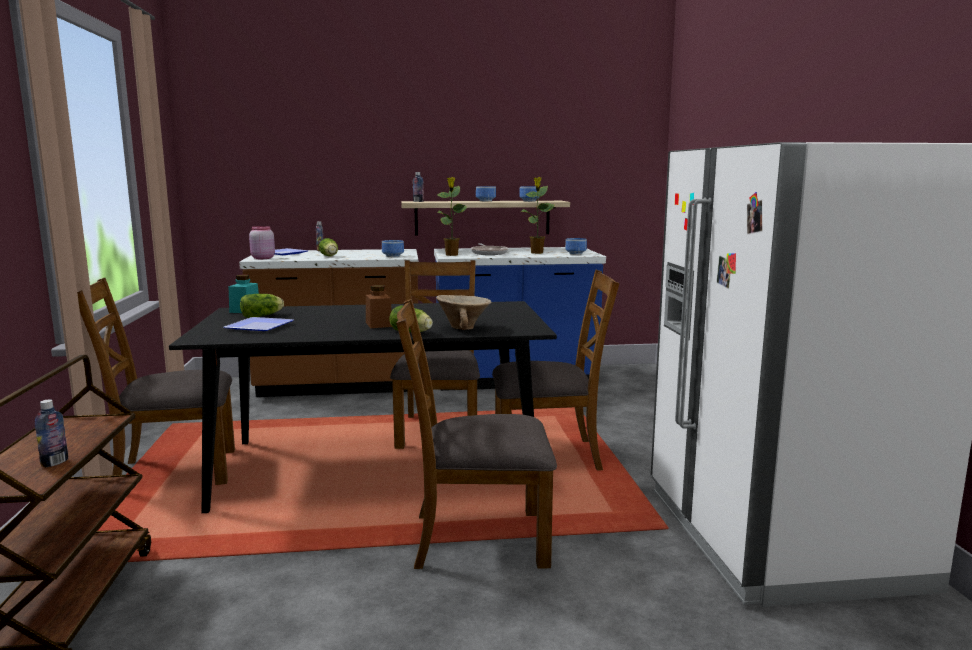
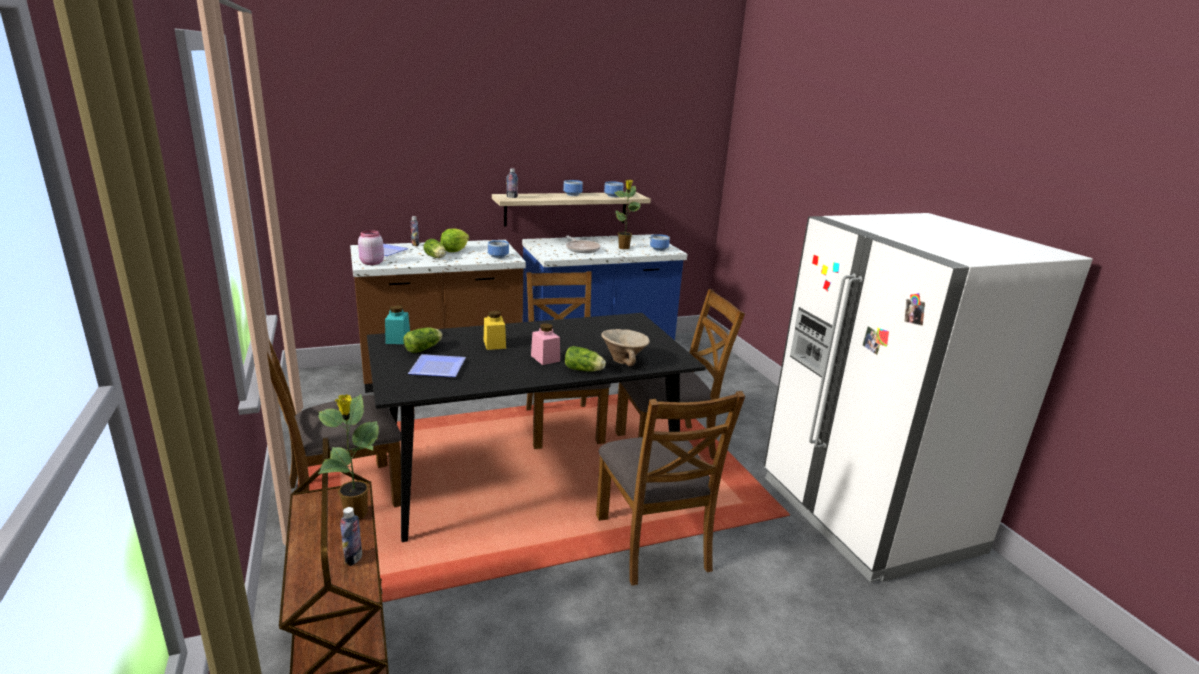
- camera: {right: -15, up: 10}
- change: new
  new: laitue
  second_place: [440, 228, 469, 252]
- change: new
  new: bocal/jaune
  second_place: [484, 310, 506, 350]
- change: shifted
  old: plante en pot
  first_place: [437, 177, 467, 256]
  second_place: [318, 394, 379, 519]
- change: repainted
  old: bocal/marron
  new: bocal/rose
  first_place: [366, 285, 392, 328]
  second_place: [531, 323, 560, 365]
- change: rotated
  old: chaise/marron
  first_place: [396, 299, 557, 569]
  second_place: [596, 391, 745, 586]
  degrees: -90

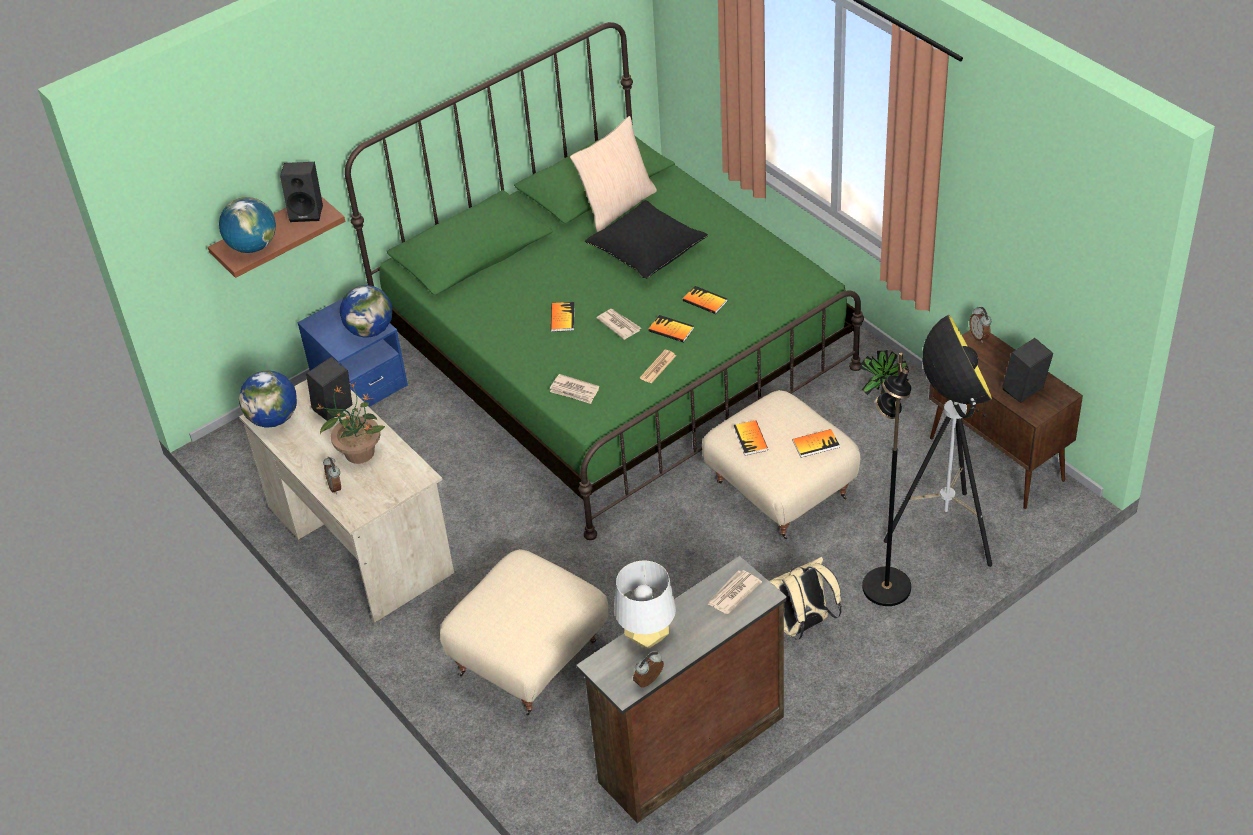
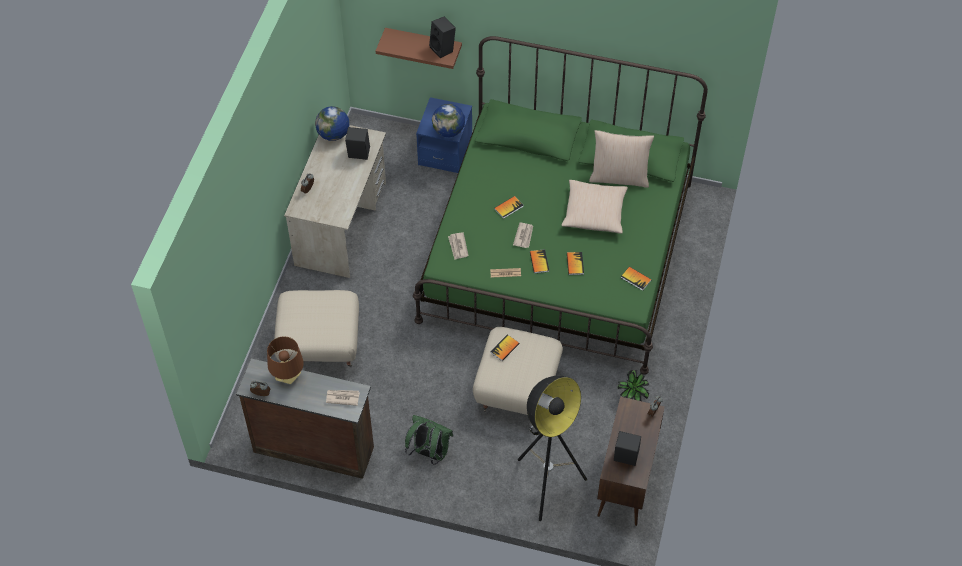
- camera: {right: 50, up: 10}
- change: gone
  old: globe
  first_place: [219, 197, 276, 253]
- change: gone
  old: plante en pot
  first_place: [315, 383, 385, 464]
- change: gone
  old: lampadaire/noir
  first_place: [862, 353, 911, 606]
- change: shifted
  old: livre
  first_place: [793, 429, 840, 458]
  second_place: [621, 267, 652, 291]
- change: repainted
  old: coussin/noir
  new: coussin/beige
  first_place: [585, 200, 708, 279]
  second_place: [562, 180, 628, 234]
- change: repainted
  old: lampe de table/gris
  new: lampe de table/marron
  first_place: [615, 560, 676, 649]
  second_place: [267, 336, 304, 384]
- change: repainted
  old: sac à dos/beige
  new: sac à dos/vert
  first_place: [770, 557, 842, 640]
  second_place: [405, 415, 453, 465]

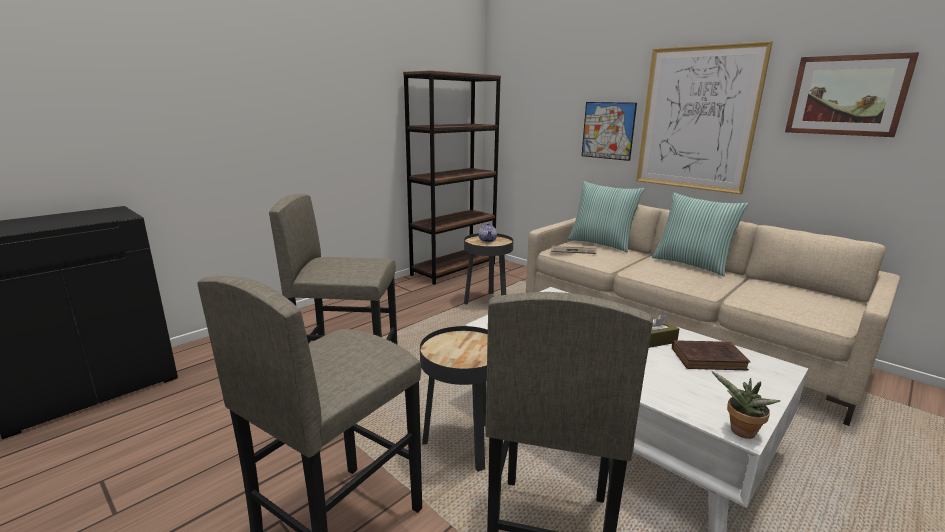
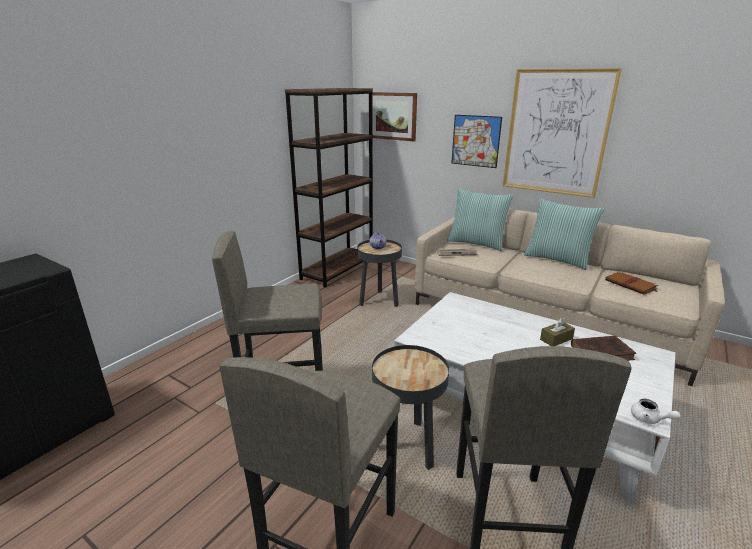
- camera: {right: -10, up: 5}
- change: new
  new: livre/marron
  second_place: [605, 271, 659, 295]
- change: shifted
  old: tableau
  first_place: [785, 52, 919, 137]
  second_place: [373, 92, 417, 141]
- change: swapped
  old: plante en pot
  new: théière/blanc
  first_place: [712, 371, 780, 439]
  second_place: [631, 398, 681, 424]

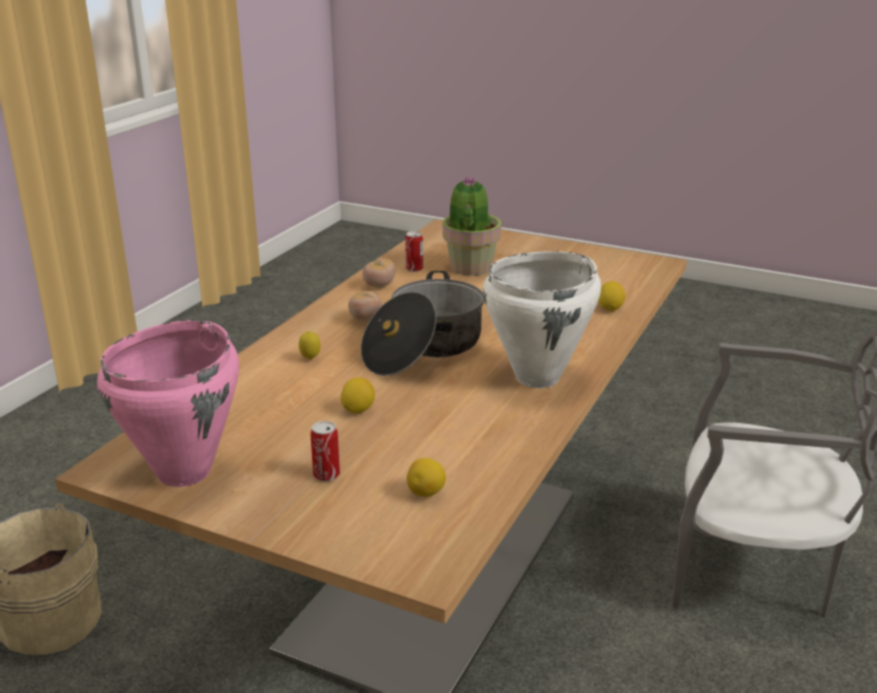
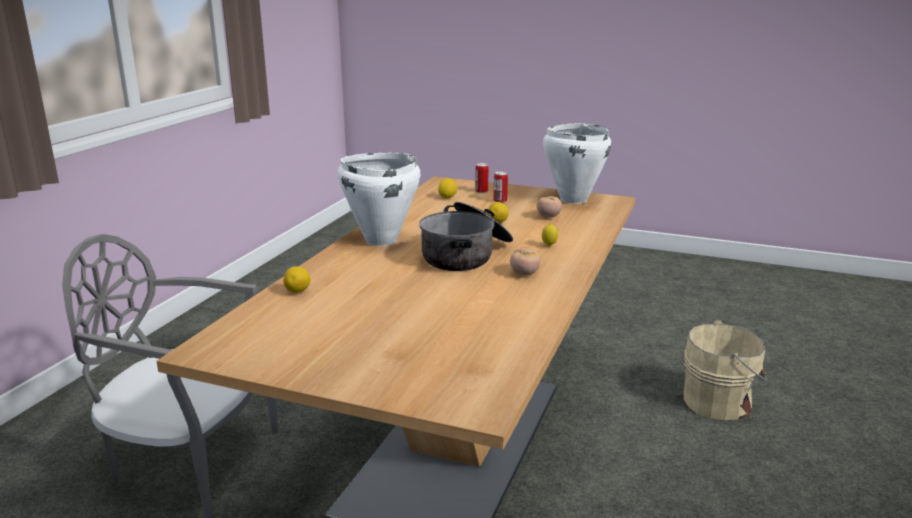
- camera: {right: 175, up: -5}
- change: gone
  old: plante en pot
  first_place: [442, 176, 502, 276]
- change: shifted
  old: tomate
  first_place: [362, 258, 395, 287]
  second_place: [537, 196, 562, 218]
- change: shifted
  old: boîte métallique
  first_place: [405, 231, 423, 272]
  second_place: [475, 163, 488, 193]
- change: repainted
  old: marmite/rose
  new: marmite/blanc
  first_place: [97, 320, 239, 487]
  second_place: [543, 123, 611, 204]

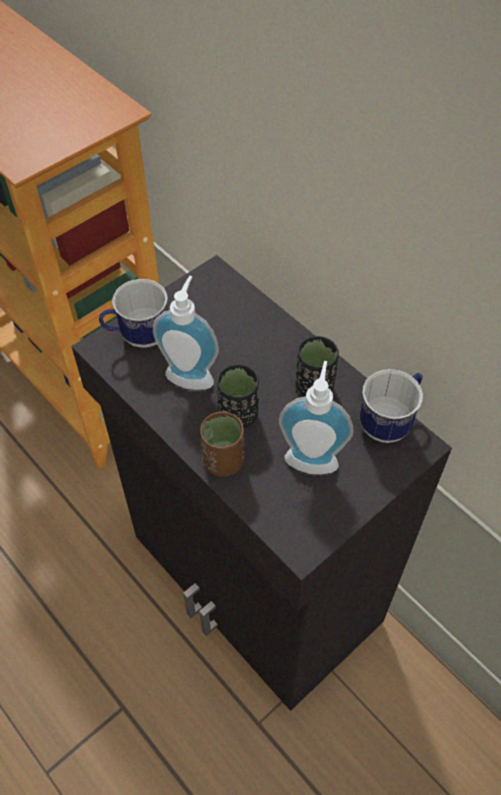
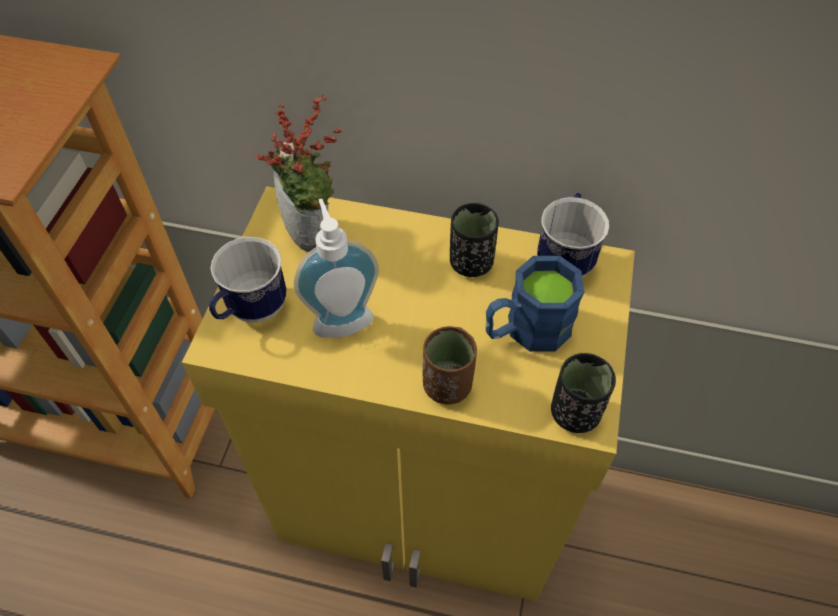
- camera: {right: -35, up: 0}
- change: new
  new: plante en pot
  second_place: [256, 94, 343, 252]
- change: shifted
  old: tasse/noir
  first_place: [217, 364, 259, 428]
  second_place: [551, 353, 616, 433]
- change: swapped
  old: distributeur de savon
  new: mug/bleu
  first_place: [279, 361, 354, 474]
  second_place: [486, 256, 585, 352]
- change: repainted
  old: meuble de rangement/noir
  new: meuble de rangement/jaune
  first_place: [71, 255, 452, 711]
  second_place: [182, 186, 635, 601]

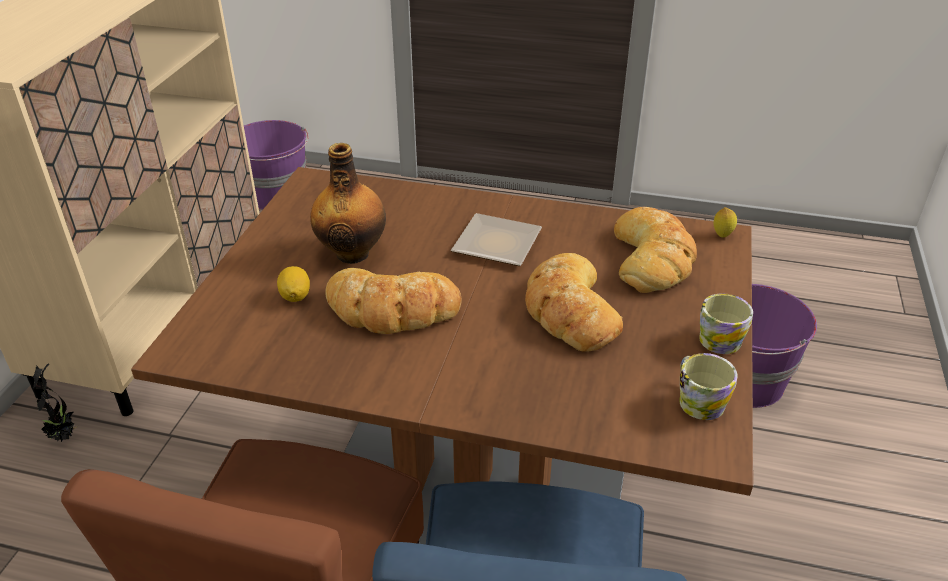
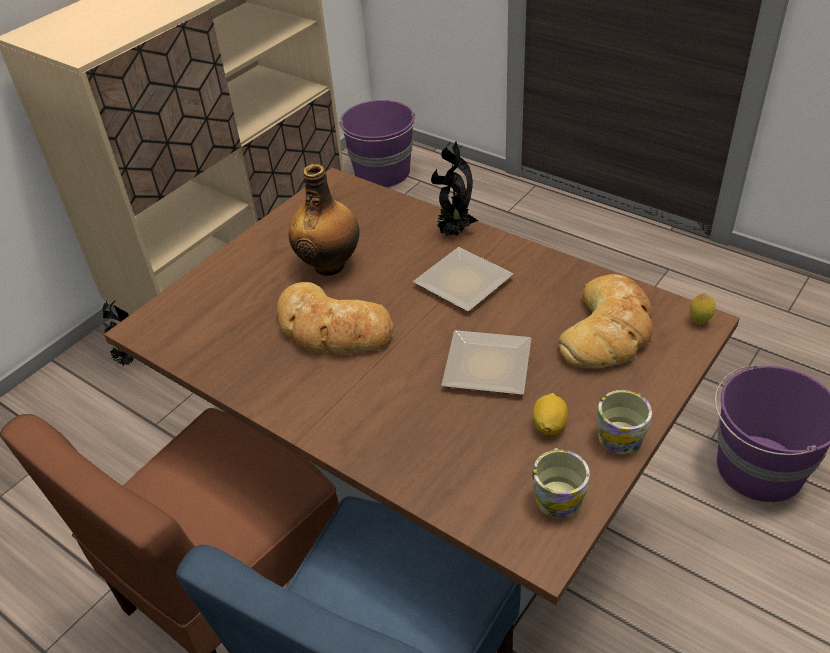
- camera: {right: 25, up: 5}
- change: new
  new: plante en pot
  second_place: [431, 140, 478, 236]
- change: shifted
  old: citron
  first_place: [277, 266, 310, 302]
  second_place: [533, 393, 568, 435]
- change: swapped
  old: pain
  new: assiette
  first_place: [525, 253, 623, 352]
  second_place: [442, 330, 531, 395]

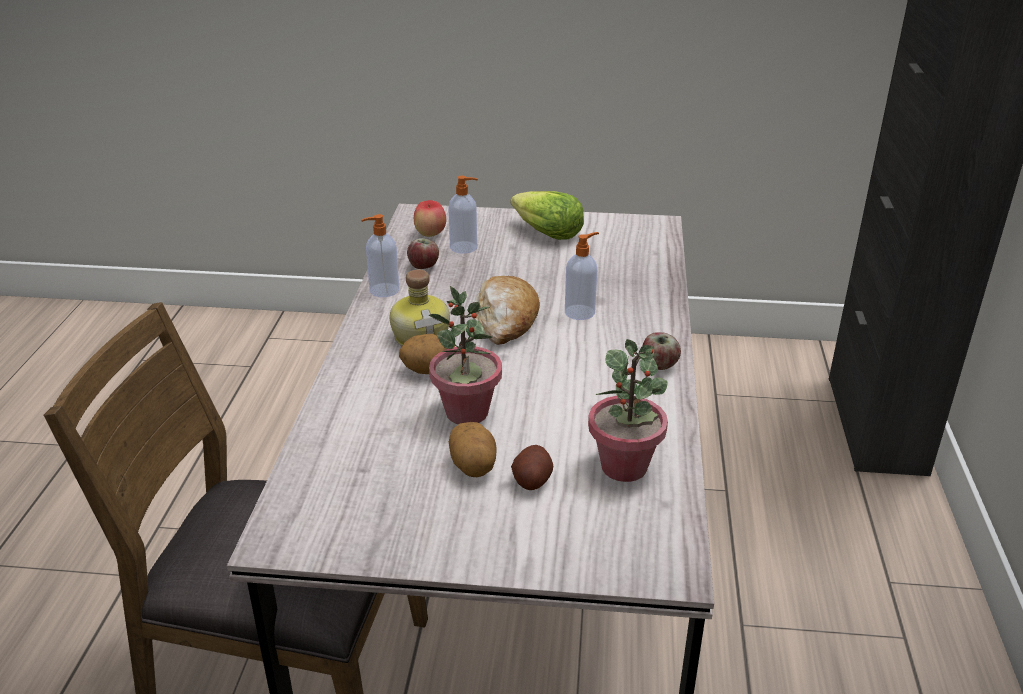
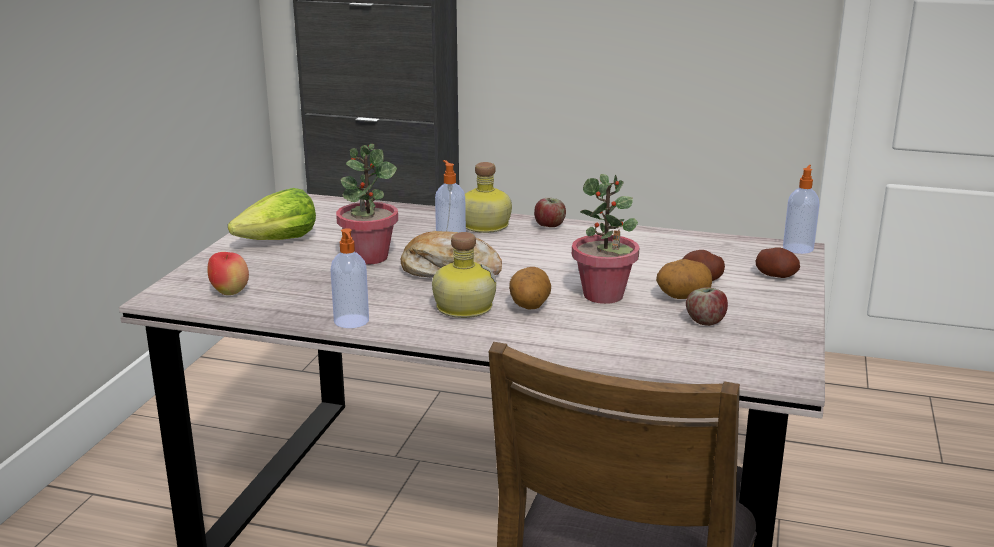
- camera: {right: -80, up: -10}
- change: new
  new: bouteille
  second_place: [465, 162, 512, 233]
- change: new
  new: pomme de terre
  second_place: [756, 247, 800, 278]
- change: shifted
  old: pomme
  first_place: [407, 238, 439, 269]
  second_place: [686, 287, 728, 326]
- change: shifted
  old: distributeur de savon
  first_place: [448, 176, 478, 254]
  second_place: [783, 165, 819, 254]
- change: shifted
  old: plante en pot
  first_place: [588, 339, 668, 482]
  second_place: [336, 144, 398, 265]

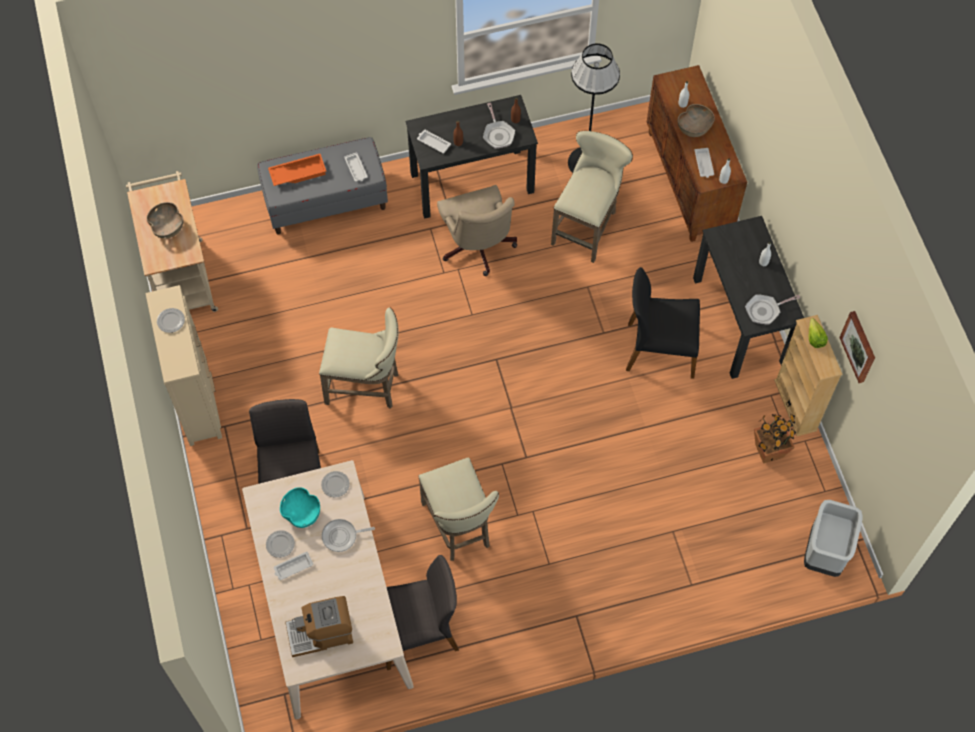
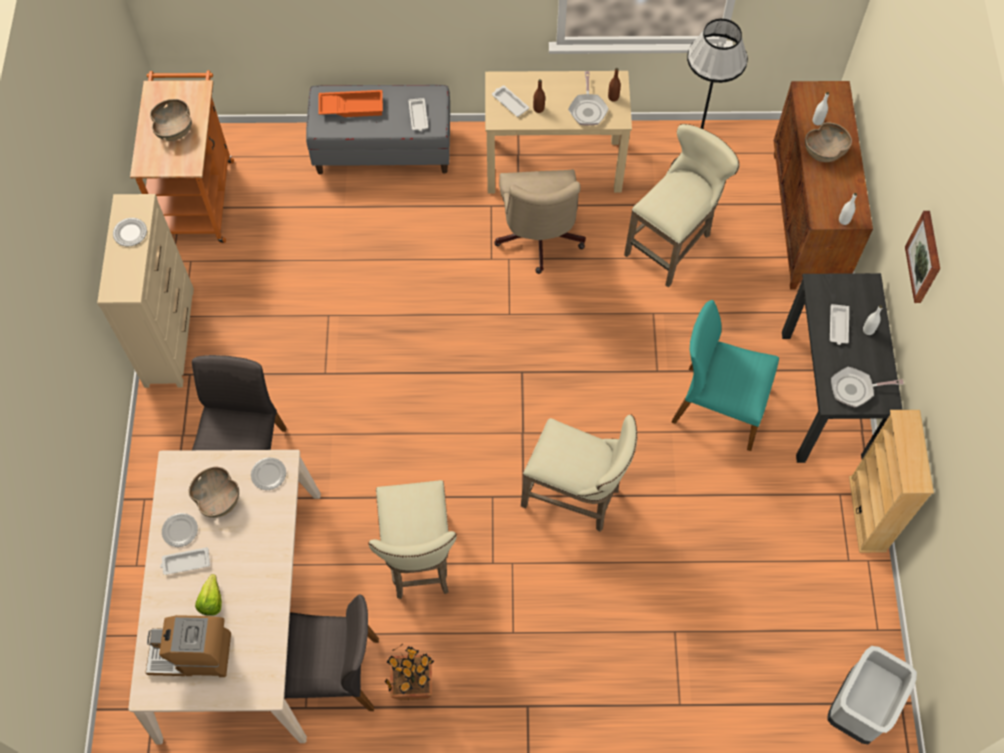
- camera: {right: 15, up: 0}
- change: gone
  old: poêle
  first_place: [322, 519, 375, 552]
- change: shifted
  old: tabouret/beige
  first_place: [319, 307, 399, 409]
  second_place: [521, 415, 637, 532]
- change: shifted
  old: plateau/blanc
  first_place: [694, 148, 714, 178]
  second_place: [830, 304, 849, 345]
- change: shifted
  old: plante en pot
  first_place: [754, 413, 796, 463]
  second_place: [385, 644, 434, 700]
- change: shifted
  old: laitue
  first_place: [809, 318, 828, 348]
  second_place: [195, 574, 222, 616]
- change: shifted
  old: tableau
  first_place: [839, 311, 875, 383]
  second_place: [905, 211, 940, 303]
- change: repainted
  old: chariot/beige
  new: chariot/orange
  first_place: [126, 171, 218, 312]
  second_place: [130, 71, 234, 243]
- change: repainted
  old: bol/turquoise
  new: bol/marron
  first_place: [280, 487, 320, 528]
  second_place: [189, 466, 239, 518]
- change: repainted
  old: bureau/noir
  new: bureau/beige
  first_place: [405, 95, 538, 219]
  second_place: [485, 71, 632, 193]
- change: repainted
  old: chaise/noir
  new: chaise/turquoise
  first_place: [626, 267, 700, 379]
  second_place: [671, 300, 779, 451]

